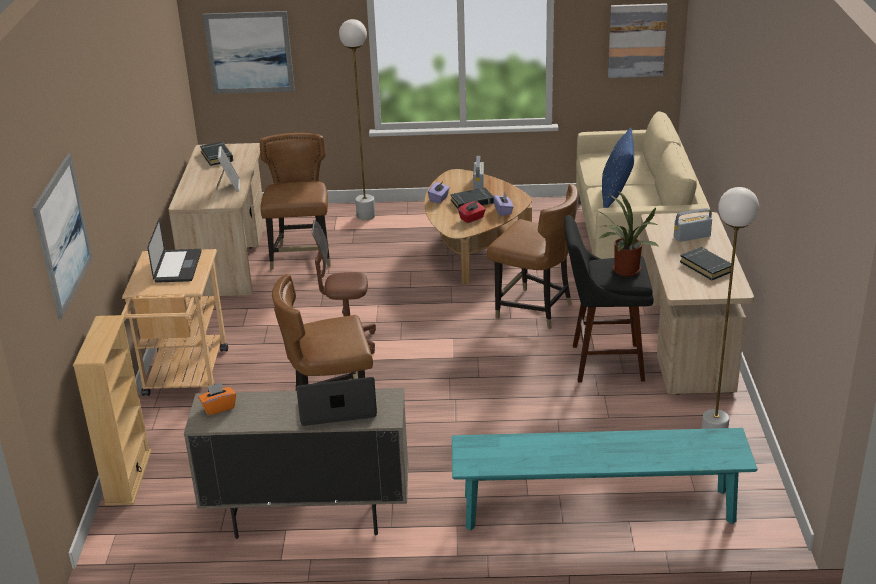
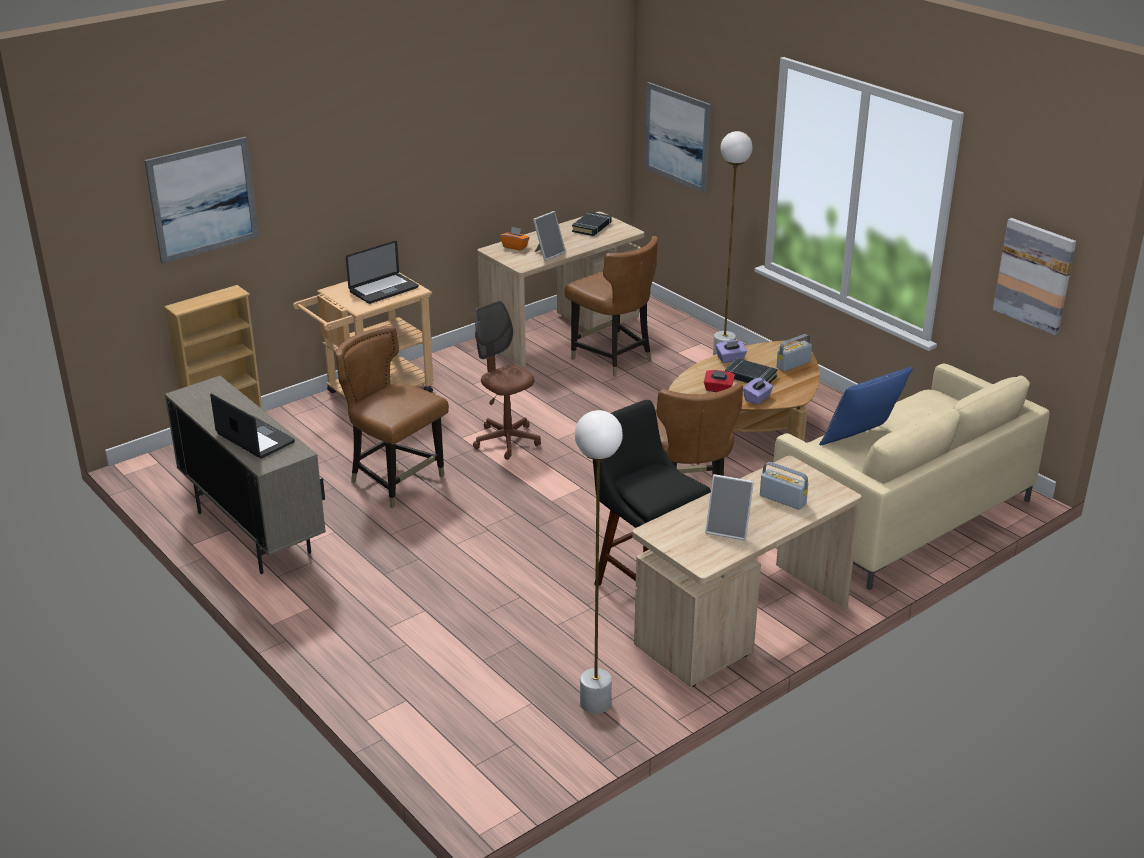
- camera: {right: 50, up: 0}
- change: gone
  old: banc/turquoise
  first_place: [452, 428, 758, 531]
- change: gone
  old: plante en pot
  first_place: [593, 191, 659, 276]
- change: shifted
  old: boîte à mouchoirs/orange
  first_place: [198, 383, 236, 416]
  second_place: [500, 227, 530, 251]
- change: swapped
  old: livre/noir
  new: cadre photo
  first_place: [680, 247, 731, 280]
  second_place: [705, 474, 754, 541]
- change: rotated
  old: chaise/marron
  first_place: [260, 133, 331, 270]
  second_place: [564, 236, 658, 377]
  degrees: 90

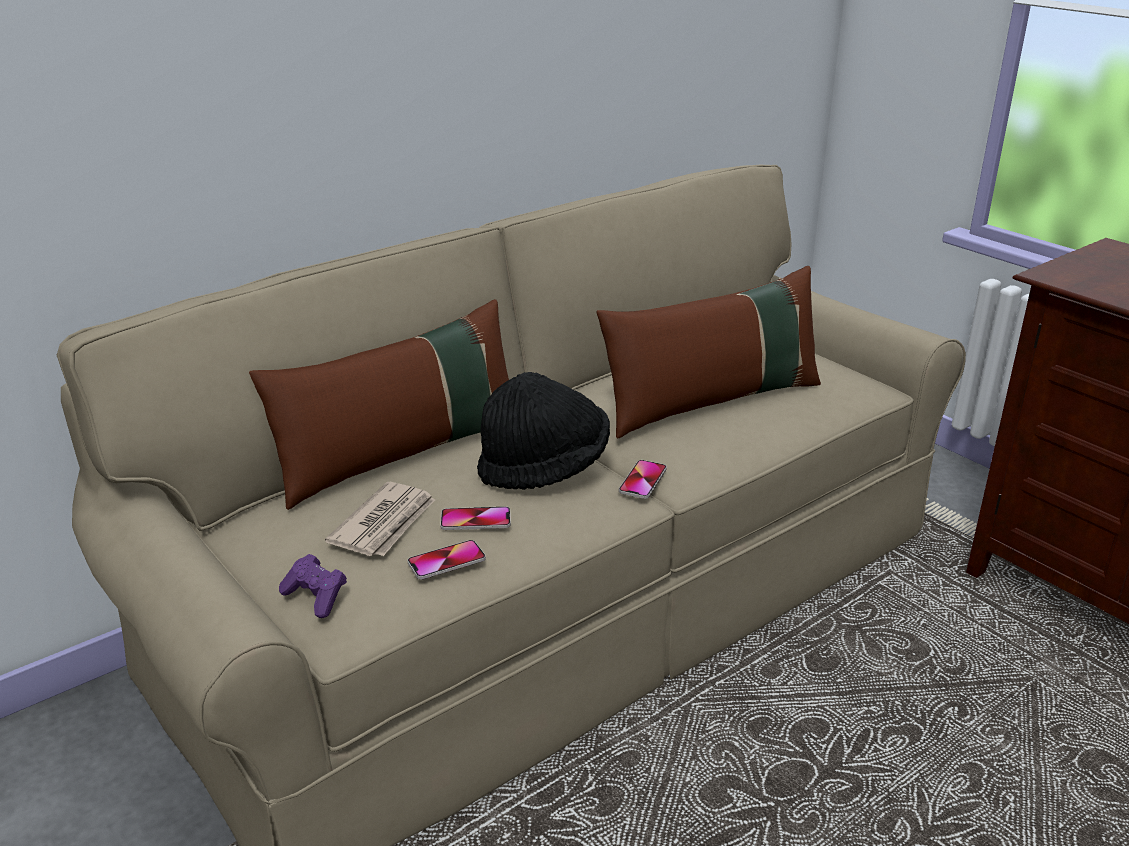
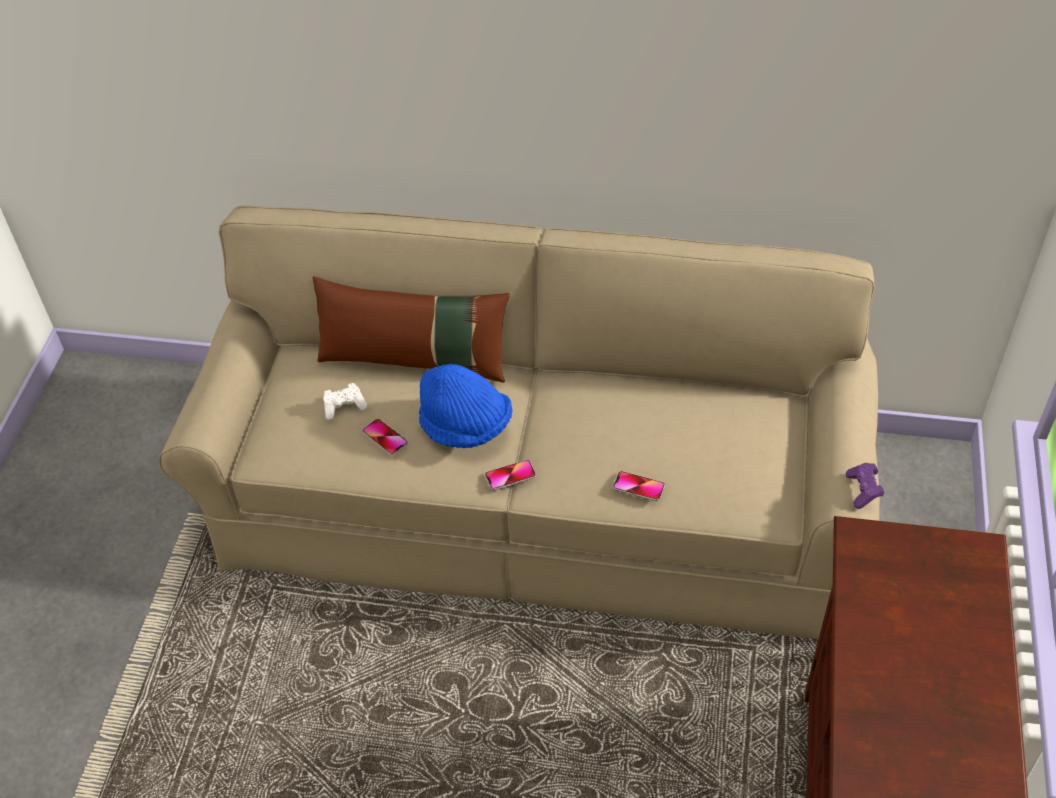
- camera: {right: 50, up: 20}
- change: gone
  old: coussin/marron
  first_place: [596, 266, 821, 438]
- change: shifted
  old: manette/violet
  first_place: [279, 554, 347, 618]
  second_place: [846, 463, 884, 509]
- change: shifted
  old: téléphone
  first_place: [407, 540, 486, 579]
  second_place: [613, 471, 665, 501]
- change: swapped
  old: journal
  new: manette/blanc
  first_place: [325, 482, 435, 556]
  second_place: [323, 383, 367, 420]
- change: repainted
  old: chapeau/noir
  new: chapeau/bleu
  first_place: [477, 372, 610, 490]
  second_place: [419, 364, 512, 448]

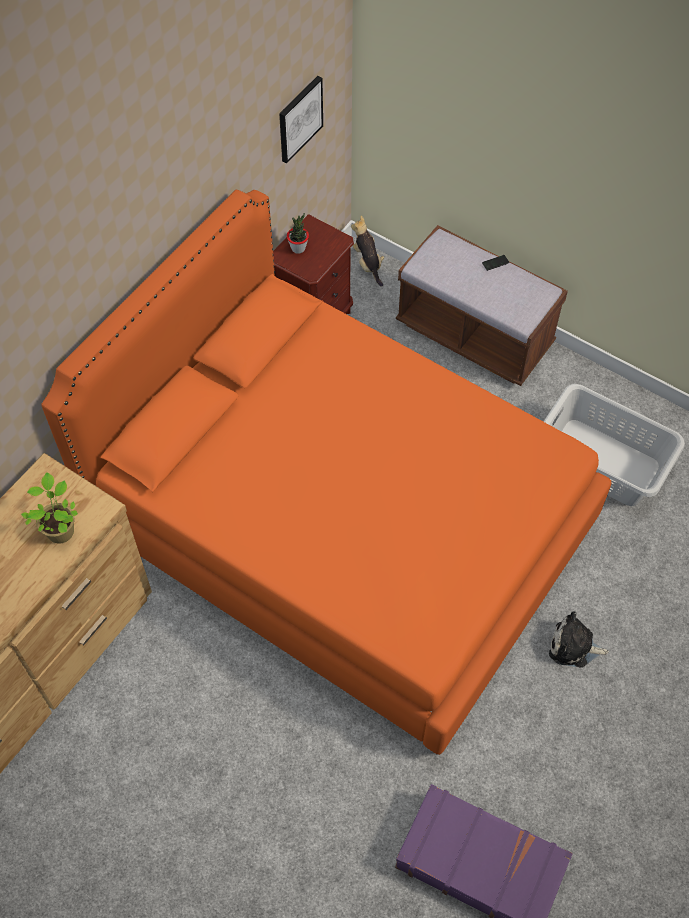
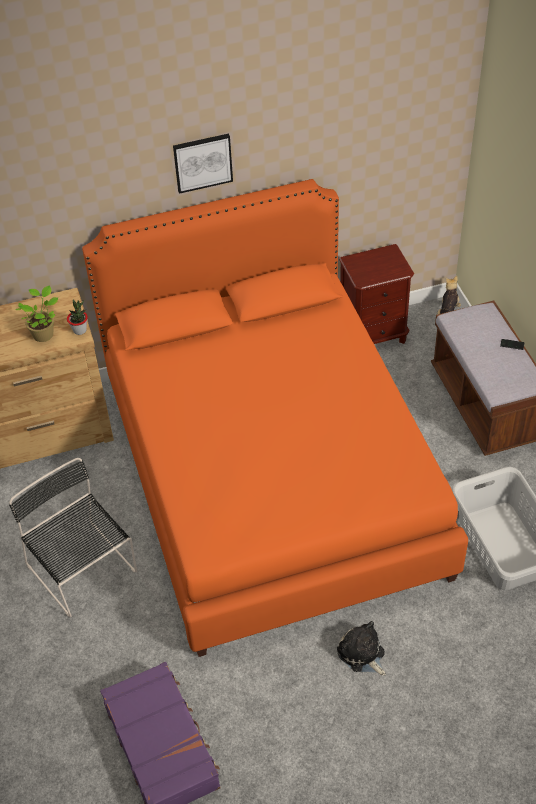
- camera: {right: 40, up: -10}
- change: new
  new: chaise/noir
  second_place: [9, 458, 137, 617]
- change: shifted
  old: tableau
  first_place: [279, 76, 323, 163]
  second_place: [173, 134, 233, 194]
- change: shifted
  old: plante en pot
  first_place: [287, 213, 309, 254]
  second_place: [67, 299, 88, 335]

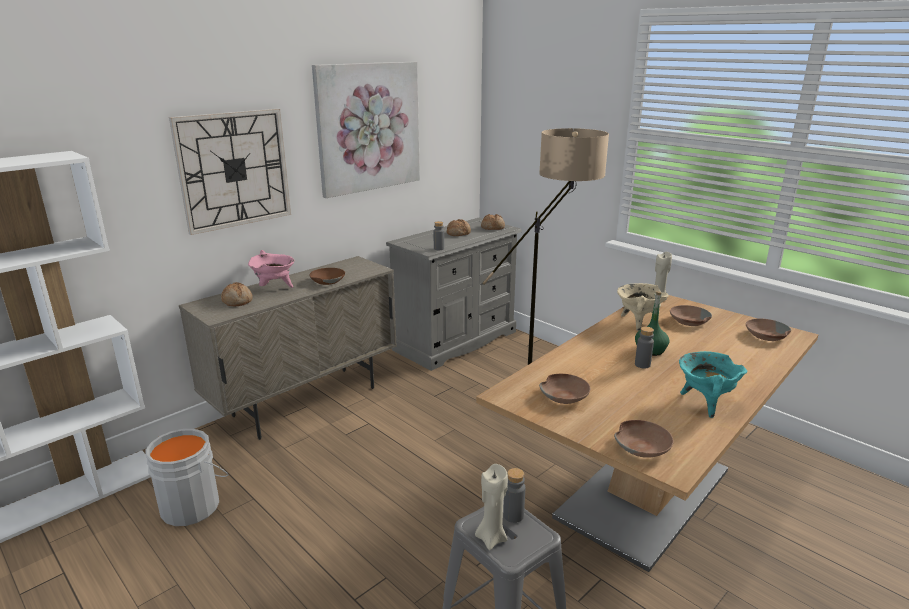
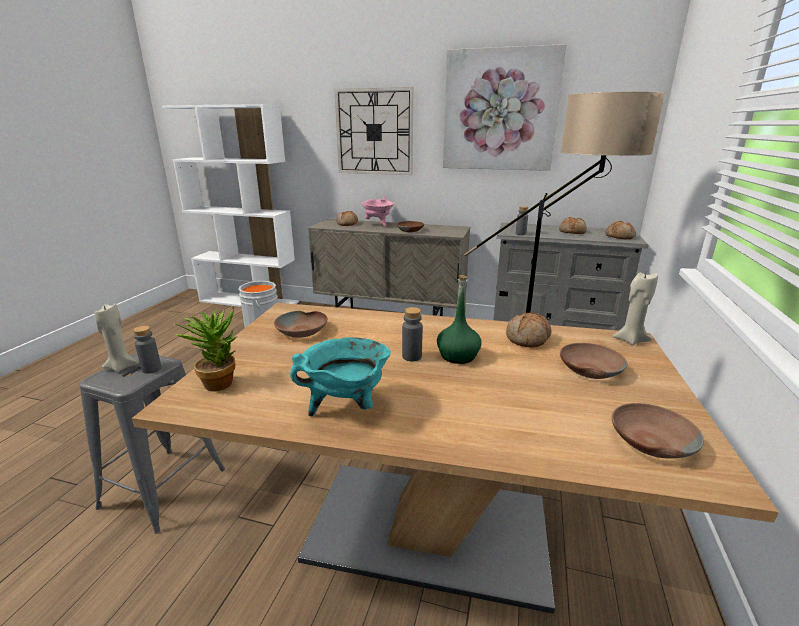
- camera: {right: 60, up: 0}
- change: swapped
  old: bol/marron
  new: plante en pot
  first_place: [614, 420, 674, 458]
  second_place: [174, 306, 237, 391]
- change: swapped
  old: marmite/beige
  new: pain
  first_place: [617, 283, 669, 331]
  second_place: [506, 312, 552, 348]

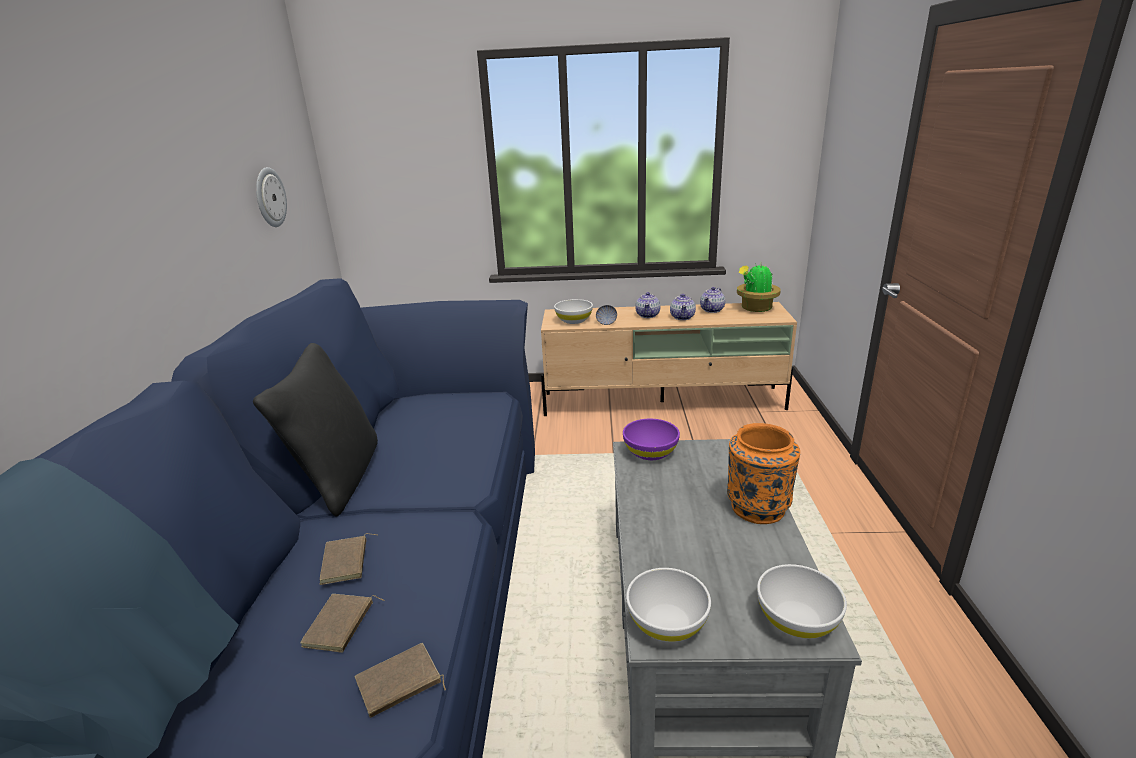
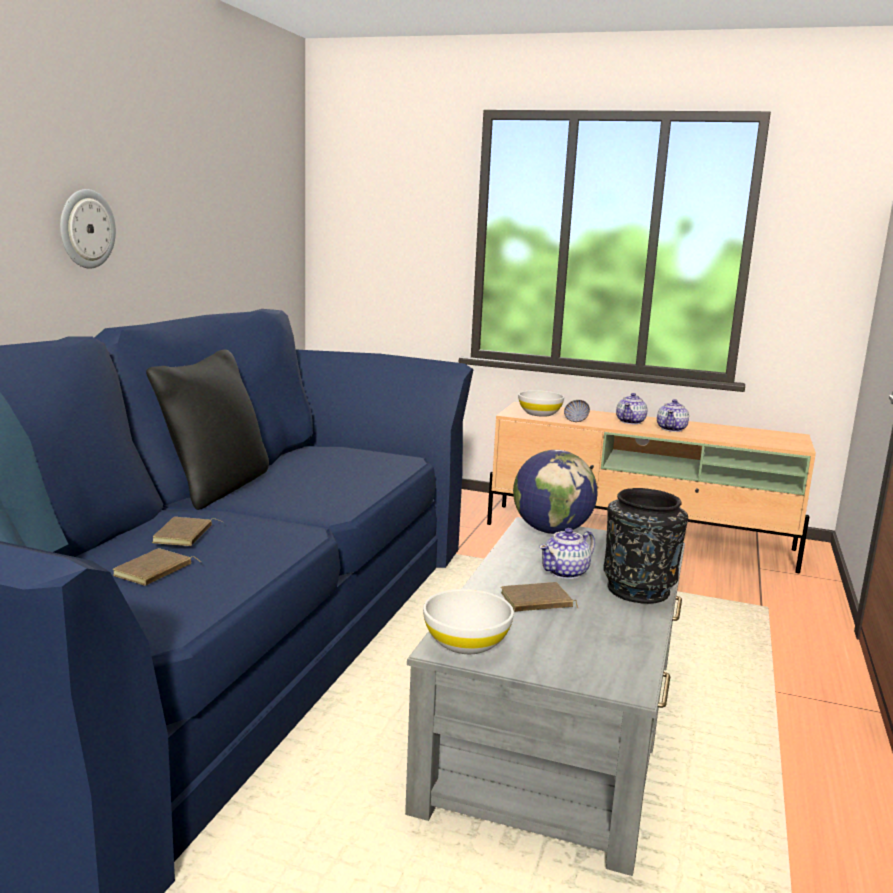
- camera: {right: 15, up: -10}
- change: gone
  old: plante en pot
  first_place: [737, 262, 781, 312]
- change: gone
  old: bol/blanc
  first_place: [757, 564, 847, 639]
- change: shifted
  old: horloge murale
  first_place: [256, 167, 287, 227]
  second_place: [60, 189, 116, 269]
- change: shifted
  old: livre/marron
  first_place: [355, 643, 446, 718]
  second_place: [501, 582, 578, 612]
- change: shifted
  old: théière
  first_place: [700, 287, 725, 313]
  second_place: [539, 528, 595, 579]
- change: swapped
  old: bol/violet
  new: globe
  first_place: [623, 419, 680, 460]
  second_place: [513, 450, 597, 534]
- change: repainted
  old: vase/orange
  new: vase/noir
  first_place: [727, 423, 800, 524]
  second_place: [603, 488, 688, 604]

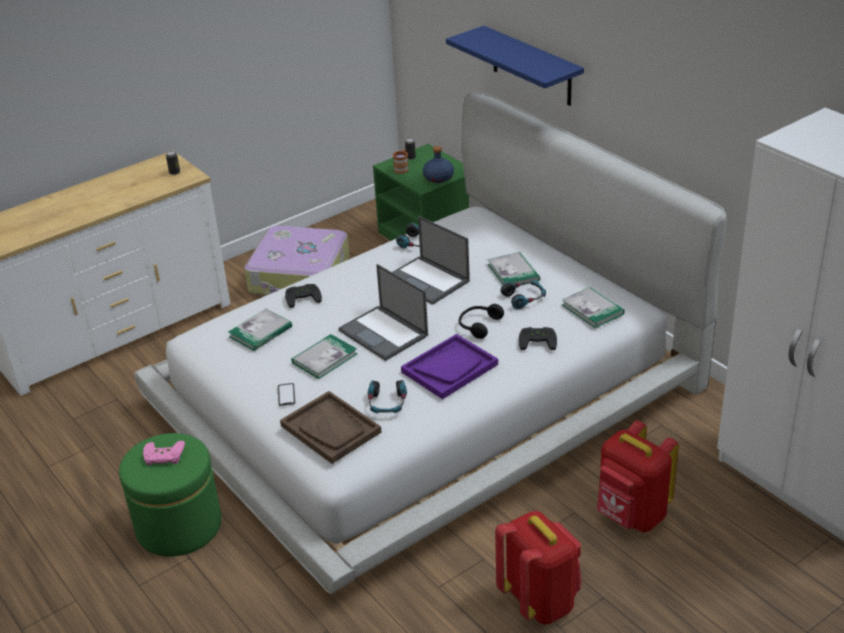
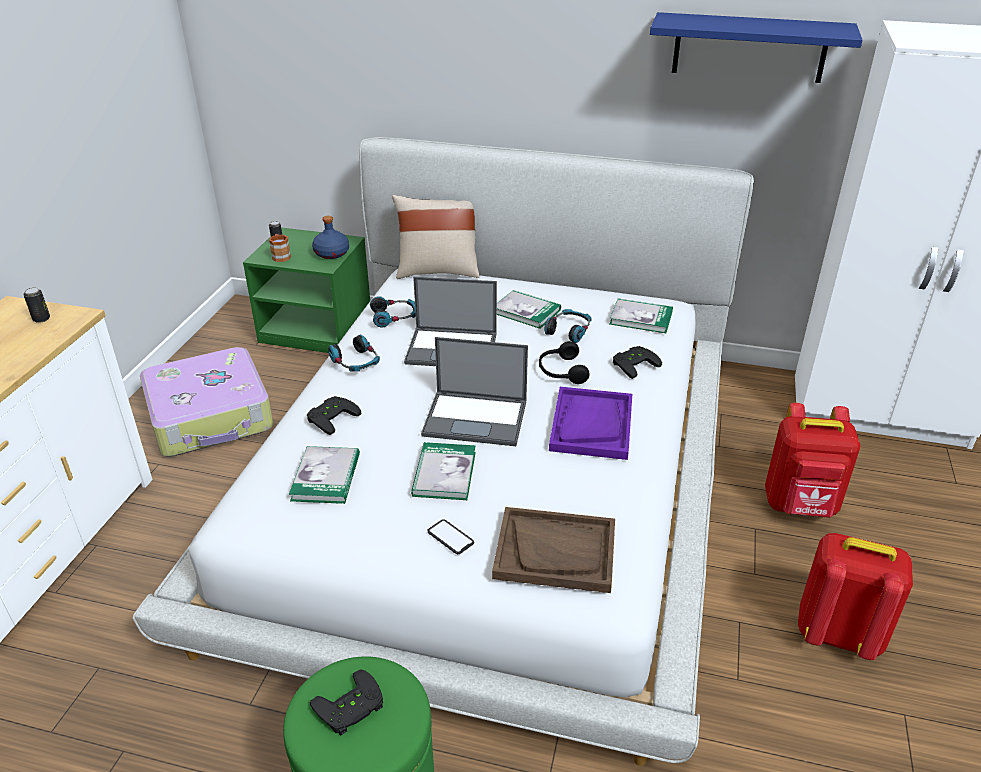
- camera: {right: -40, up: 0}
- change: new
  new: coussin/beige
  second_place: [392, 195, 479, 279]
- change: shifted
  old: casque audio
  first_place: [368, 380, 407, 413]
  second_place: [328, 335, 380, 372]
- change: shifted
  old: étagère/bleu
  first_place: [446, 26, 584, 106]
  second_place: [650, 12, 862, 83]
- change: repainted
  old: manette/rose
  new: manette/noir
  first_place: [143, 441, 185, 465]
  second_place: [310, 669, 383, 736]

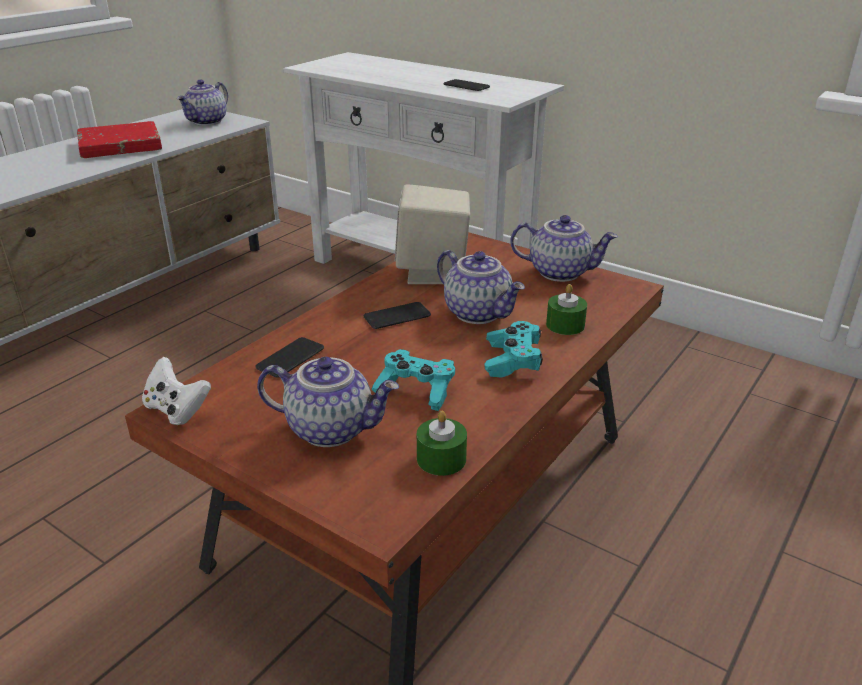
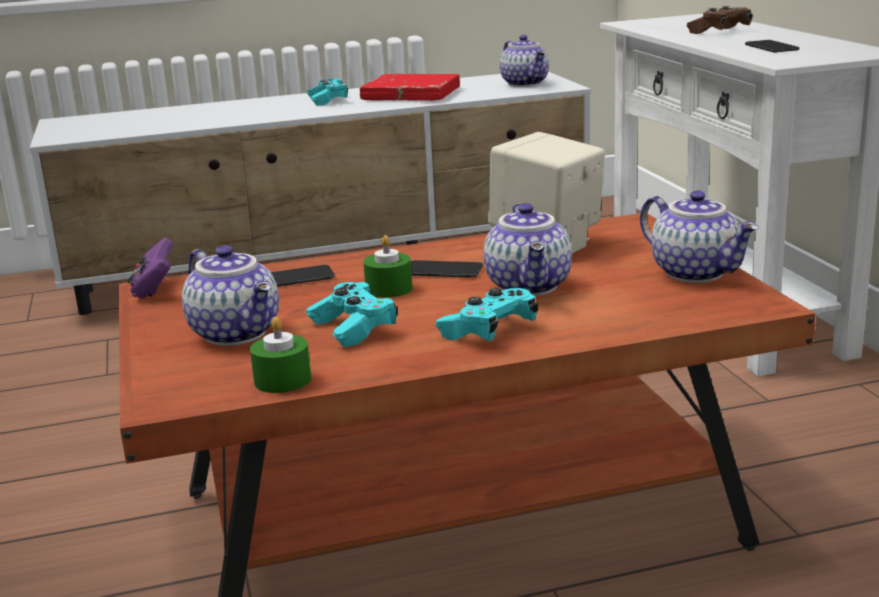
- camera: {right: 40, up: -10}
- change: new
  new: manette/turquoise
  second_place: [307, 79, 348, 106]
- change: new
  new: manette/marron
  second_place: [687, 6, 753, 34]
- change: shifted
  old: bougie/vert
  first_place: [546, 284, 587, 335]
  second_place: [363, 235, 413, 298]
- change: repainted
  old: manette/blanc
  new: manette/violet
  first_place: [142, 357, 211, 425]
  second_place: [128, 238, 173, 299]
- change: rotated
  old: théière
  first_place: [177, 79, 228, 126]
  second_place: [500, 35, 549, 87]
  degrees: -90

